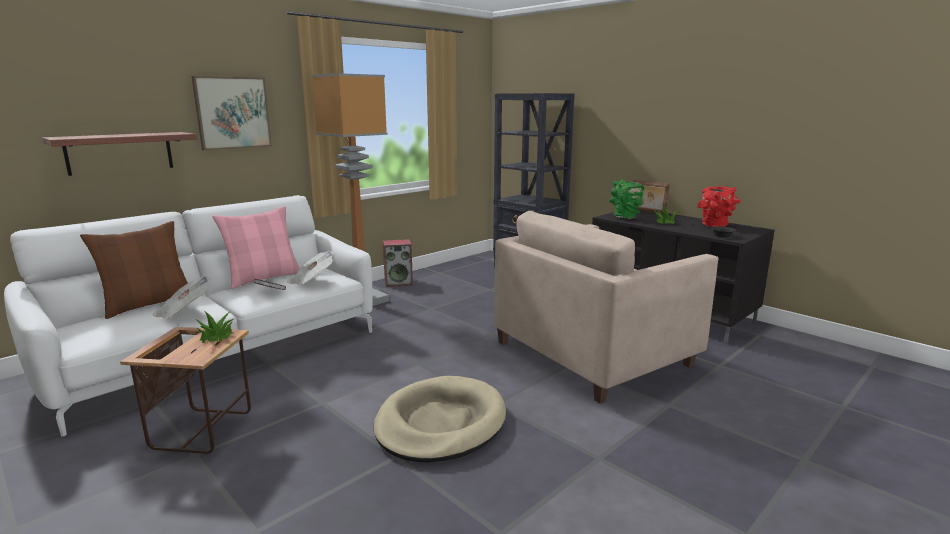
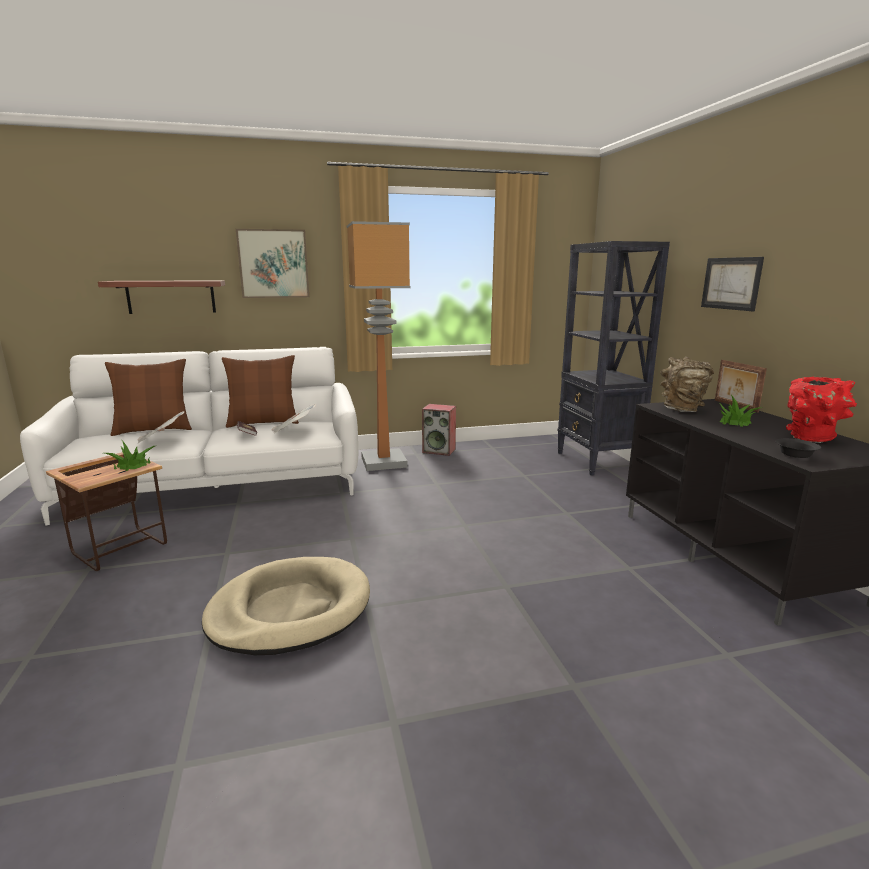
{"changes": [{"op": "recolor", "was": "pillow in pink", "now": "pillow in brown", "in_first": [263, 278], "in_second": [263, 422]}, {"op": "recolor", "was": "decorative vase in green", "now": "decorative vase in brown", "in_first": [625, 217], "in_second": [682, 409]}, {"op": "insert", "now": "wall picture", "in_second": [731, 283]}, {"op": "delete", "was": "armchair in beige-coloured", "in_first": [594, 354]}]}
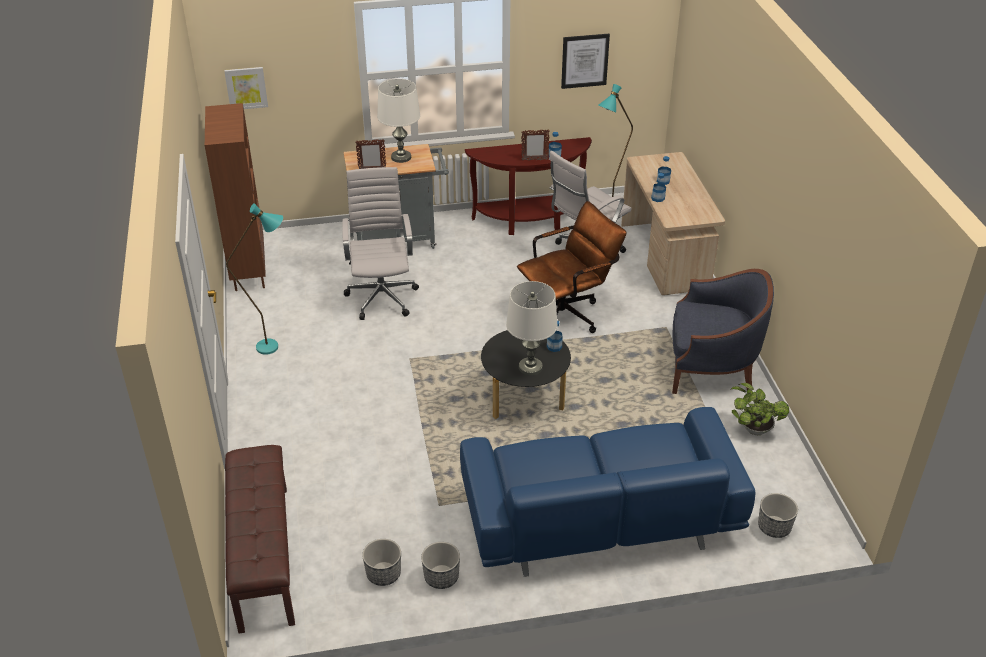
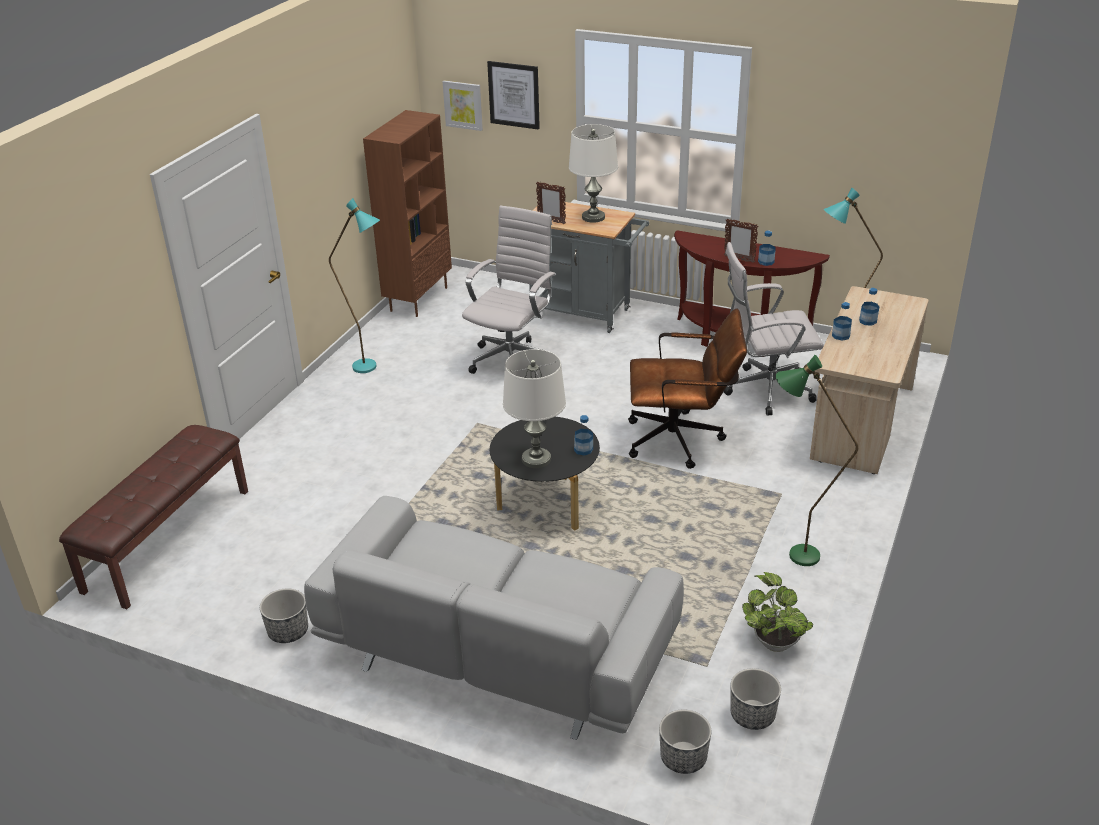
{"changes": [{"op": "recolor", "was": "couch in bluish", "now": "couch in grey", "in_first": [598, 518], "in_second": [496, 651]}, {"op": "move", "was": "wall picture", "in_first": [584, 61], "in_second": [514, 95]}, {"op": "move", "was": "planter", "in_first": [383, 574], "in_second": [752, 715]}, {"op": "replace", "was": "armchair in bluish", "now": "standard lamp in green", "in_first": [711, 366], "in_second": [792, 555]}]}
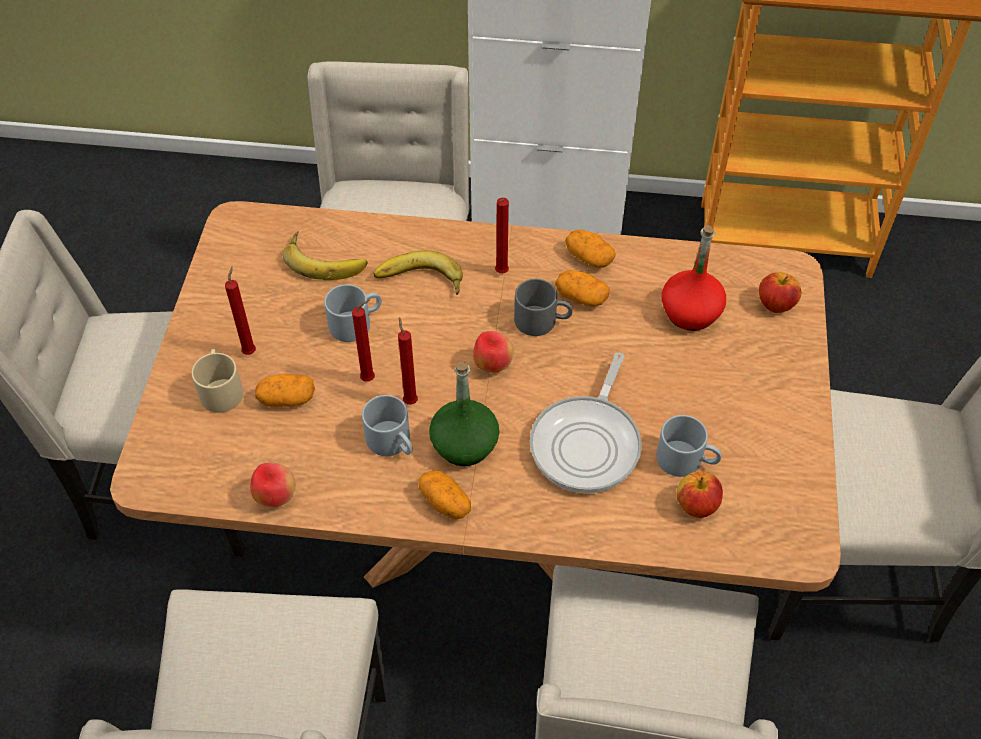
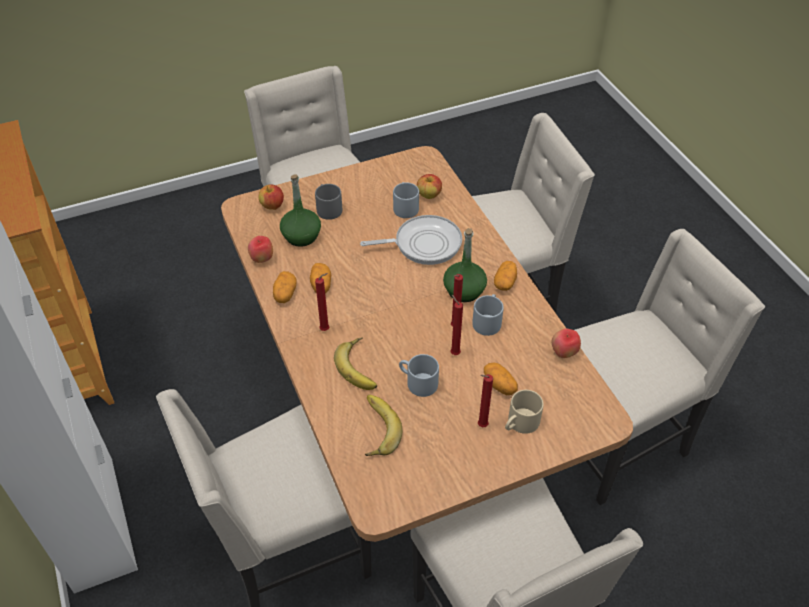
{"changes": [{"op": "move", "was": "apple fruit", "in_first": [492, 365], "in_second": [262, 259]}, {"op": "recolor", "was": "drink bottle in reddish", "now": "drink bottle in green", "in_first": [690, 312], "in_second": [301, 236]}, {"op": "move", "was": "mug in grey", "in_first": [542, 320], "in_second": [327, 208]}]}
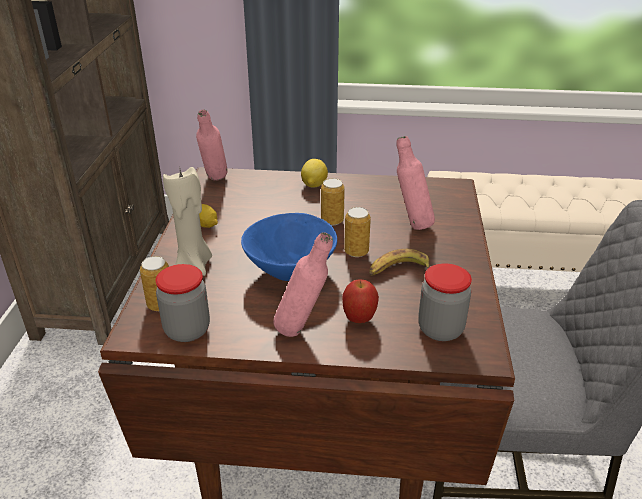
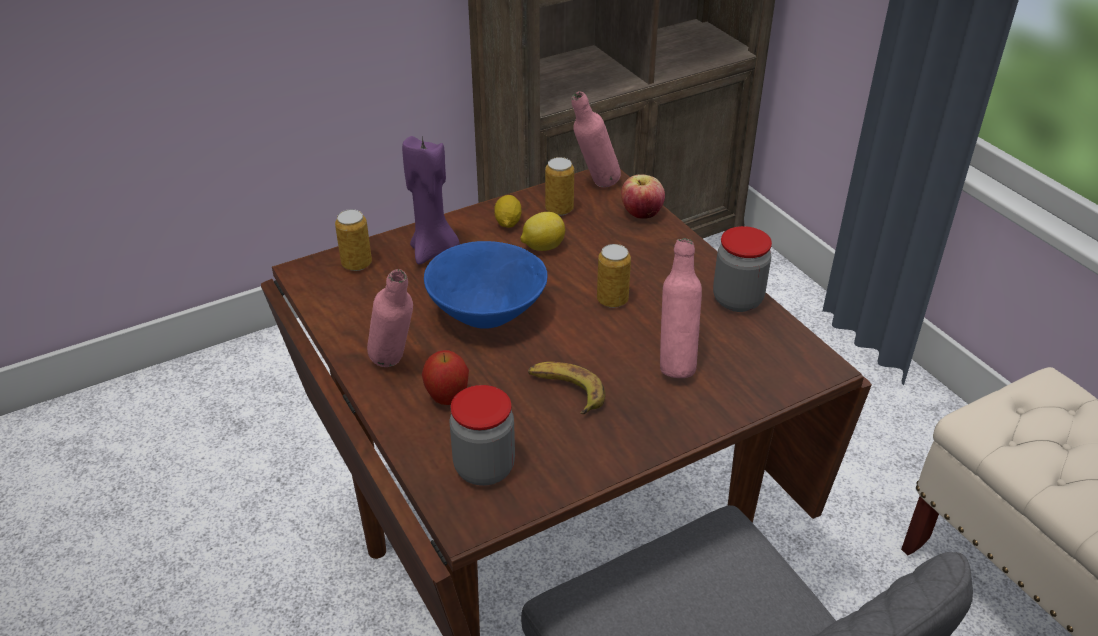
{"changes": [{"op": "recolor", "was": "candle in beige-coloured", "now": "candle in purple", "in_first": [194, 265], "in_second": [434, 251]}, {"op": "move", "was": "citrus fruit", "in_first": [313, 185], "in_second": [542, 247]}, {"op": "move", "was": "can", "in_first": [356, 252], "in_second": [559, 209]}, {"op": "insert", "now": "apple fruit", "in_second": [641, 214]}, {"op": "move", "was": "jar", "in_first": [187, 330], "in_second": [737, 300]}]}
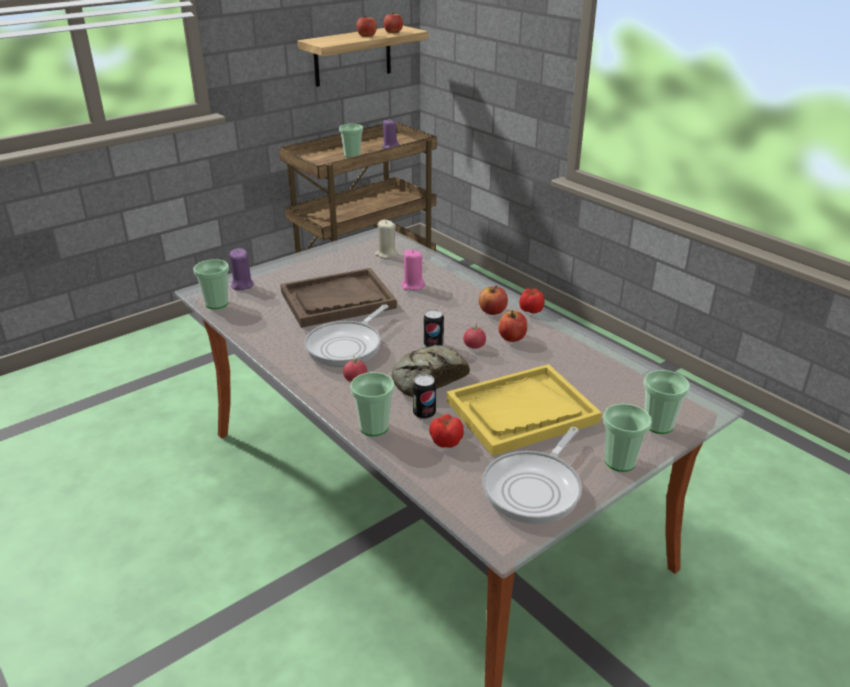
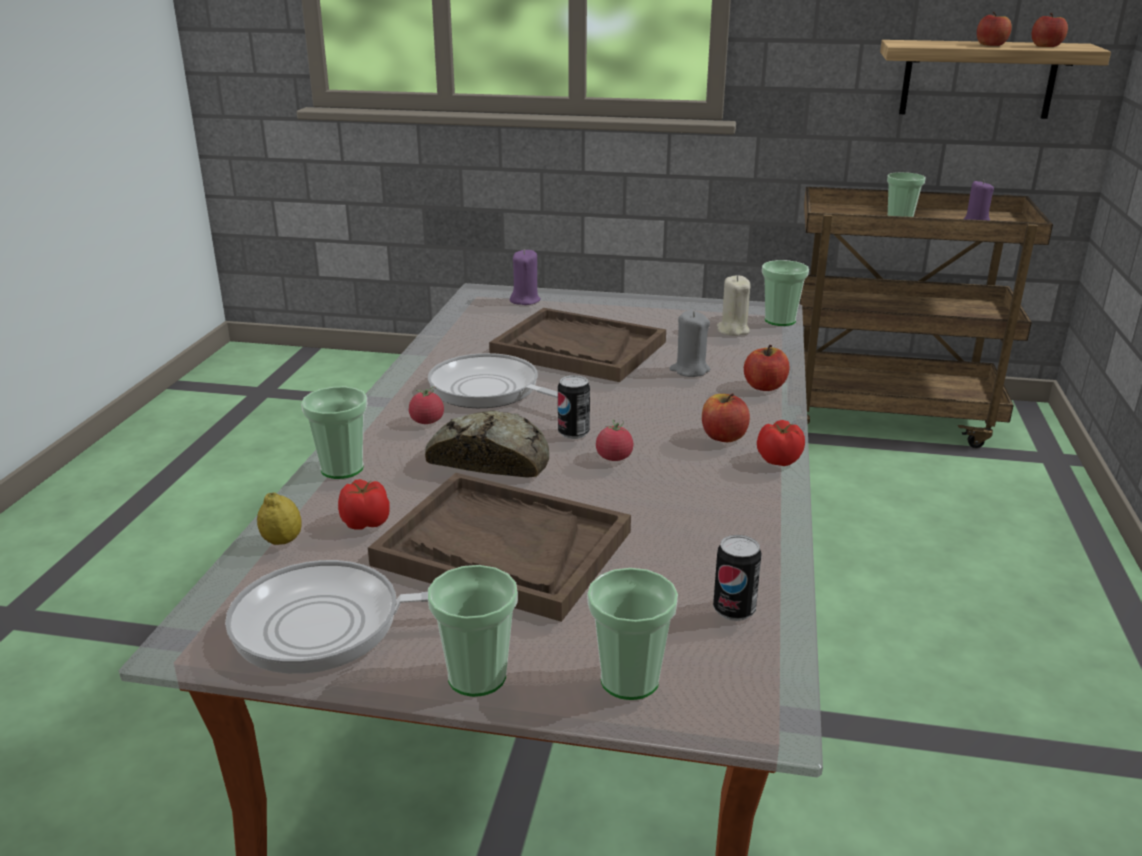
{"changes": [{"op": "insert", "now": "citrus fruit", "in_second": [282, 541]}, {"op": "recolor", "was": "serving tray in yellow", "now": "serving tray in brown", "in_first": [521, 412], "in_second": [502, 548]}, {"op": "rotate", "was": "frying pan", "in_first": [347, 346], "in_second": [489, 390], "clockwise": 45}, {"op": "recolor", "was": "candle in pink", "now": "candle in grey", "in_first": [412, 285], "in_second": [689, 370]}, {"op": "move", "was": "can", "in_first": [424, 413], "in_second": [734, 610]}, {"op": "move", "was": "apple fruit", "in_first": [512, 337], "in_second": [764, 386]}, {"op": "move", "was": "small cup", "in_first": [216, 303], "in_second": [780, 320]}]}
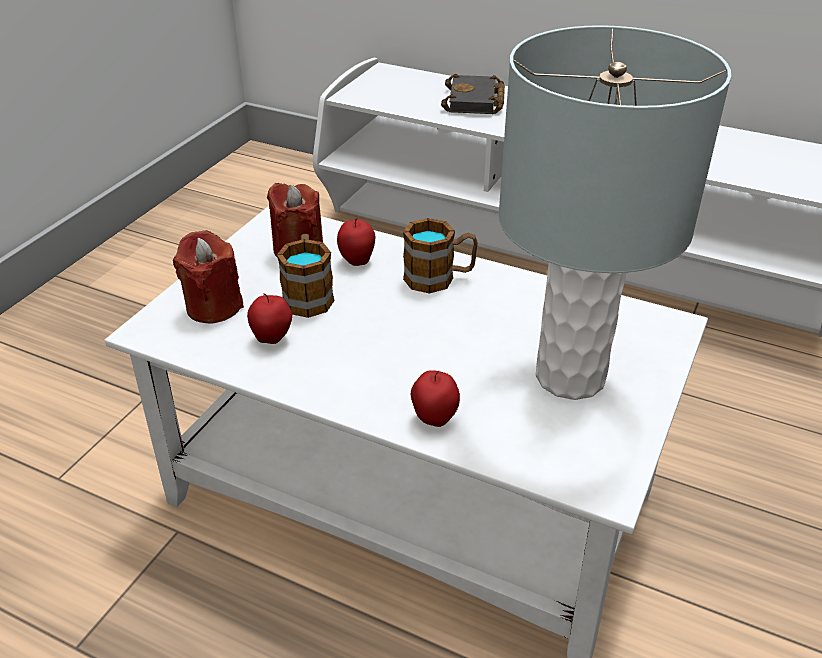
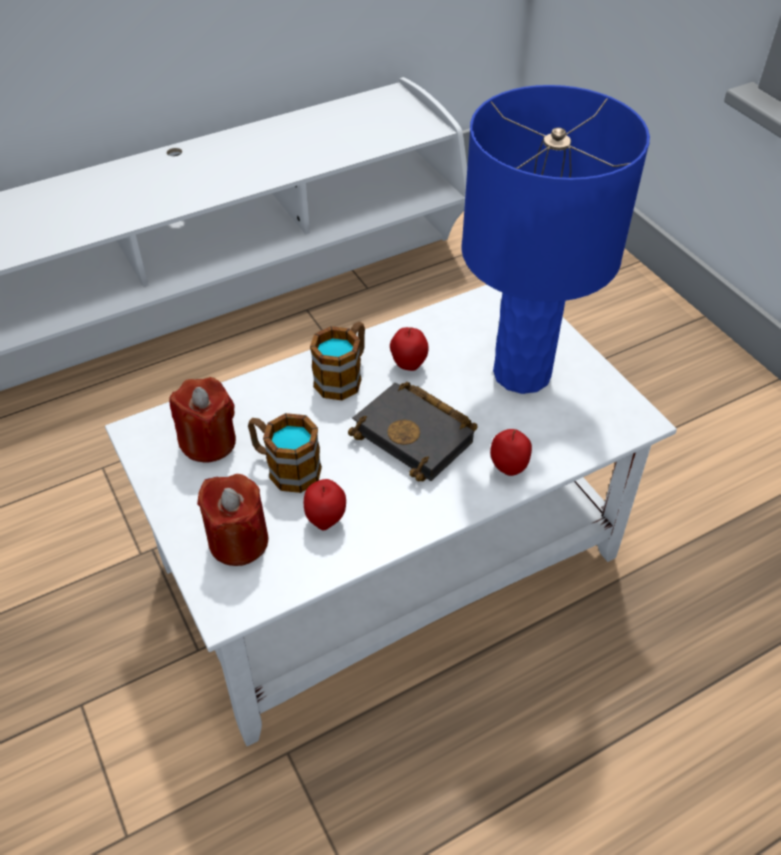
{"changes": [{"op": "move", "was": "bound book in black", "in_first": [475, 102], "in_second": [418, 436]}, {"op": "move", "was": "apple fruit", "in_first": [357, 261], "in_second": [408, 365]}, {"op": "recolor", "was": "lamp for a table in grey", "now": "lamp for a table in bluish", "in_first": [570, 376], "in_second": [521, 373]}]}
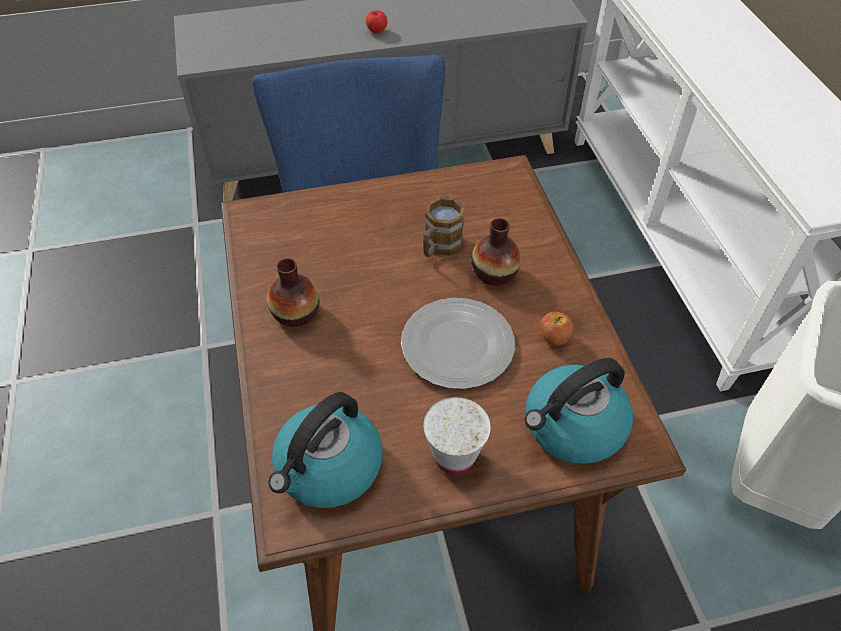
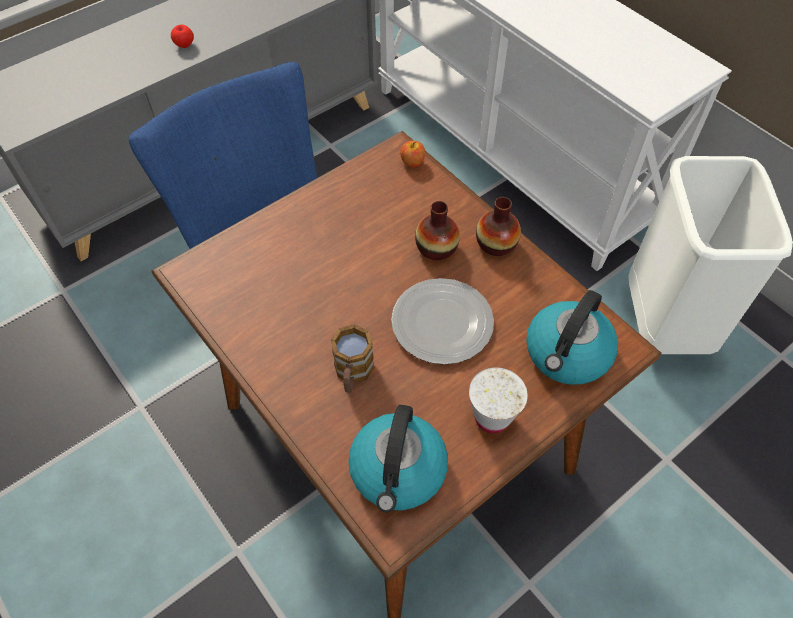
{"changes": [{"op": "move", "was": "mug", "in_first": [439, 247], "in_second": [352, 373]}, {"op": "move", "was": "apple fruit", "in_first": [554, 338], "in_second": [412, 162]}, {"op": "move", "was": "decorative vase", "in_first": [296, 313], "in_second": [496, 244]}]}
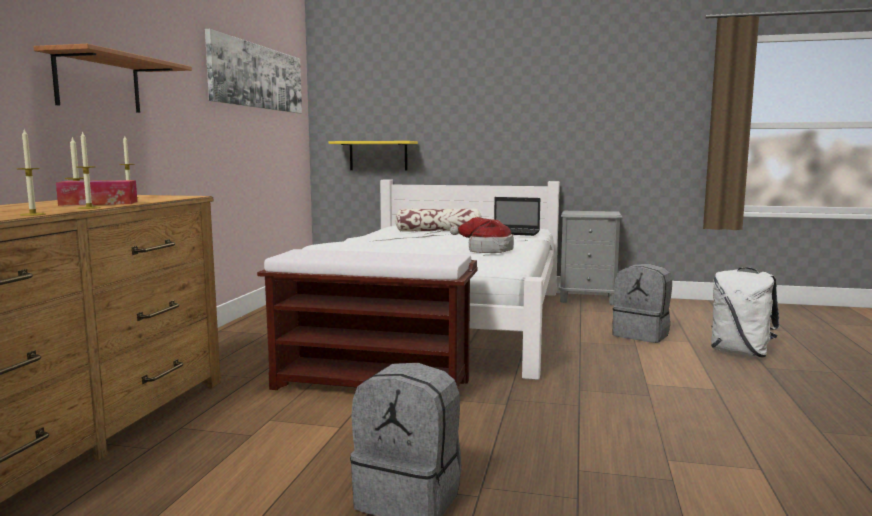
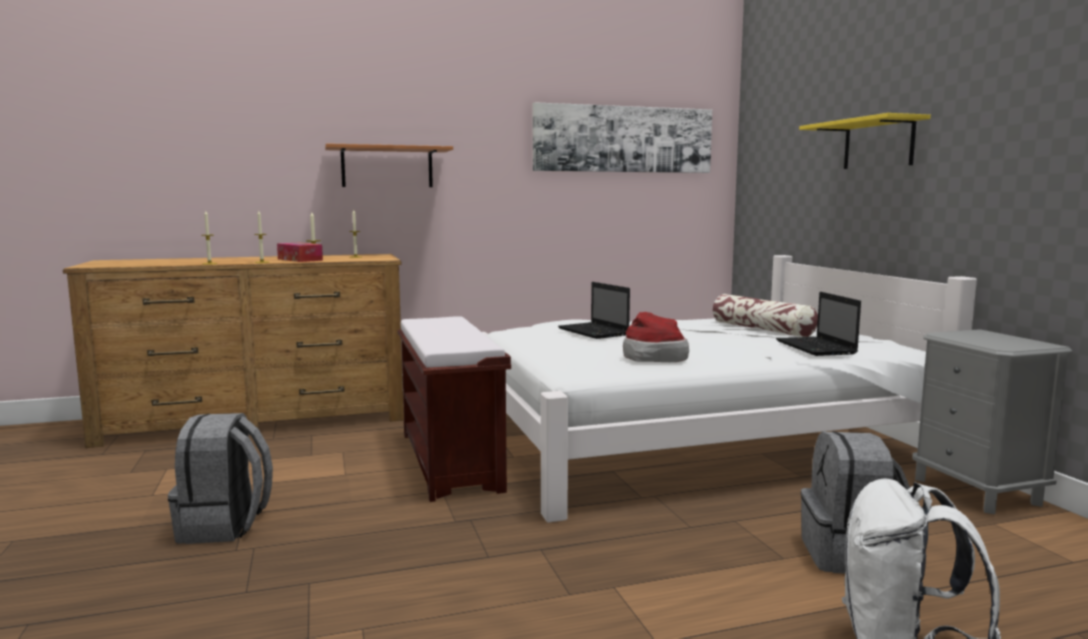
{"changes": [{"op": "insert", "now": "laptop", "in_second": [594, 332]}, {"op": "move", "was": "bracket shelf in yellow", "in_first": [378, 155], "in_second": [878, 144]}]}
